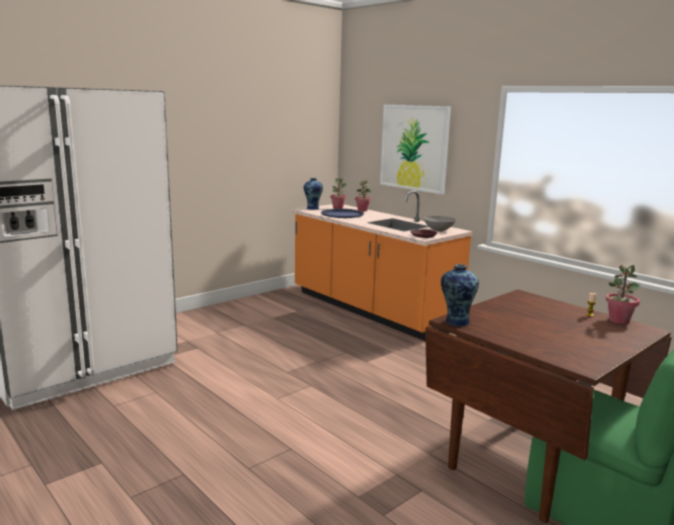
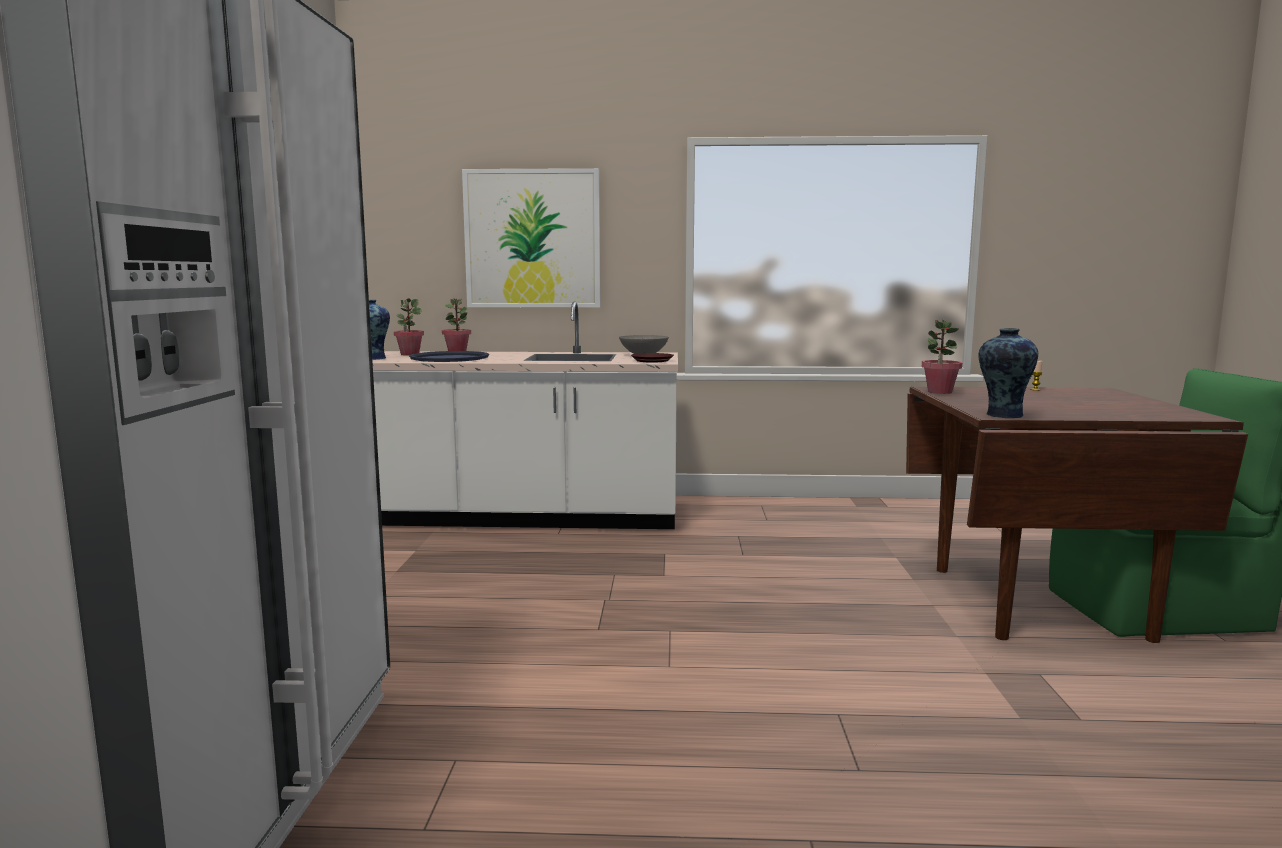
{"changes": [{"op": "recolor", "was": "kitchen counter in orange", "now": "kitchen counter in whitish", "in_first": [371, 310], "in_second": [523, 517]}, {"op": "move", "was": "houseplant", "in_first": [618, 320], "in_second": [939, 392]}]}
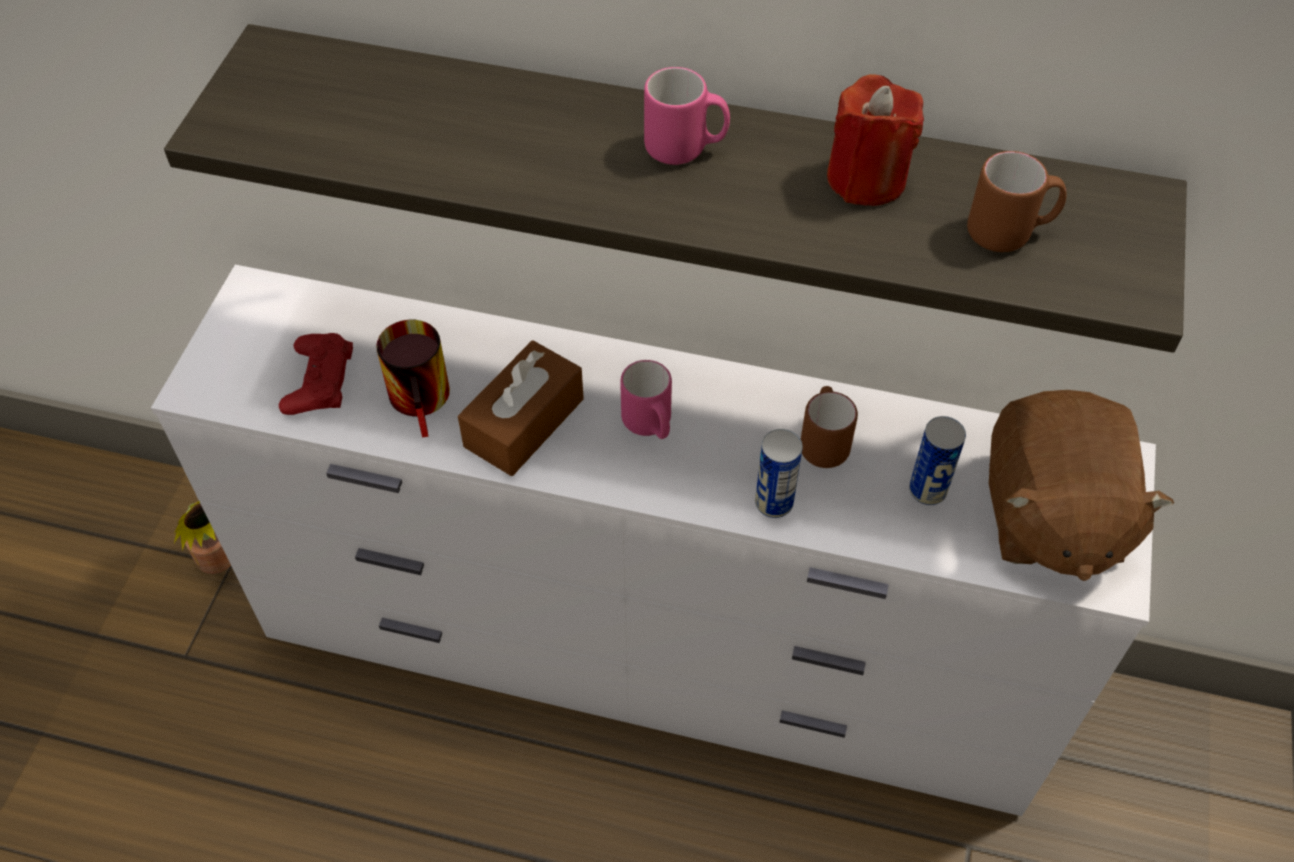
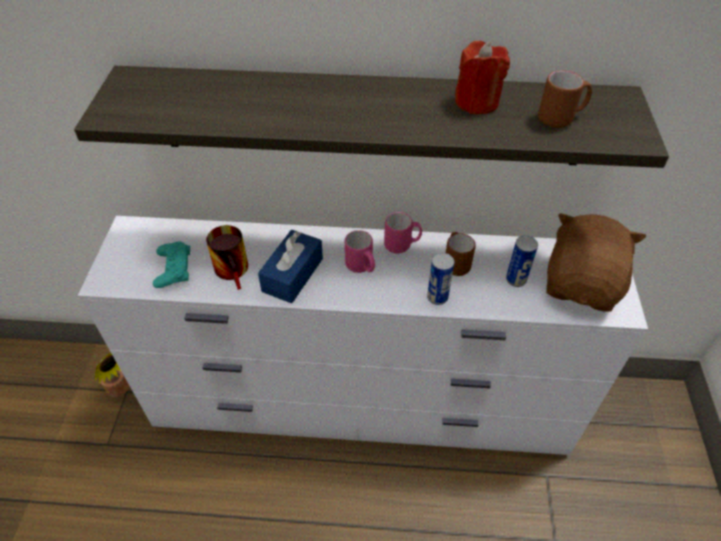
{"changes": [{"op": "recolor", "was": "joypad in reddish", "now": "joypad in turquoise", "in_first": [318, 380], "in_second": [173, 268]}, {"op": "recolor", "was": "tissue box in brown", "now": "tissue box in bluish", "in_first": [524, 422], "in_second": [292, 275]}, {"op": "move", "was": "mug in pink", "in_first": [686, 148], "in_second": [402, 245]}, {"op": "rotate", "was": "plush toy in brown", "in_first": [1050, 517], "in_second": [582, 284], "clockwise": -150}]}
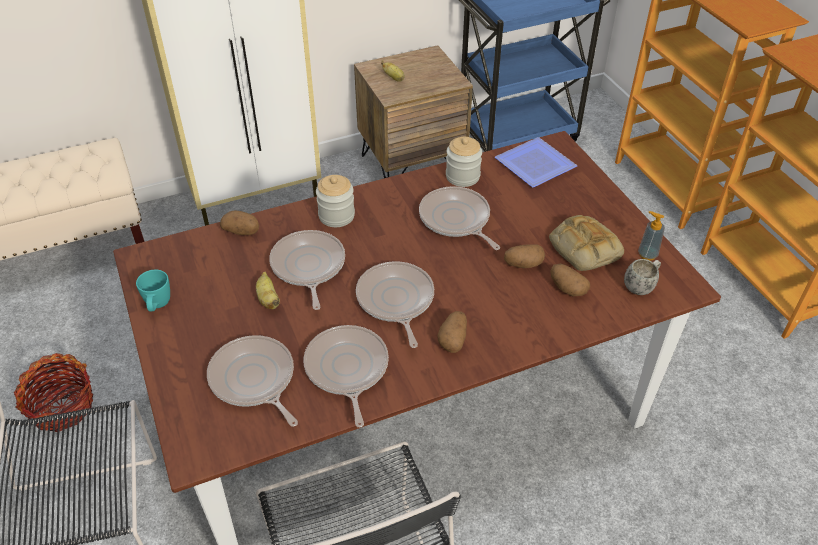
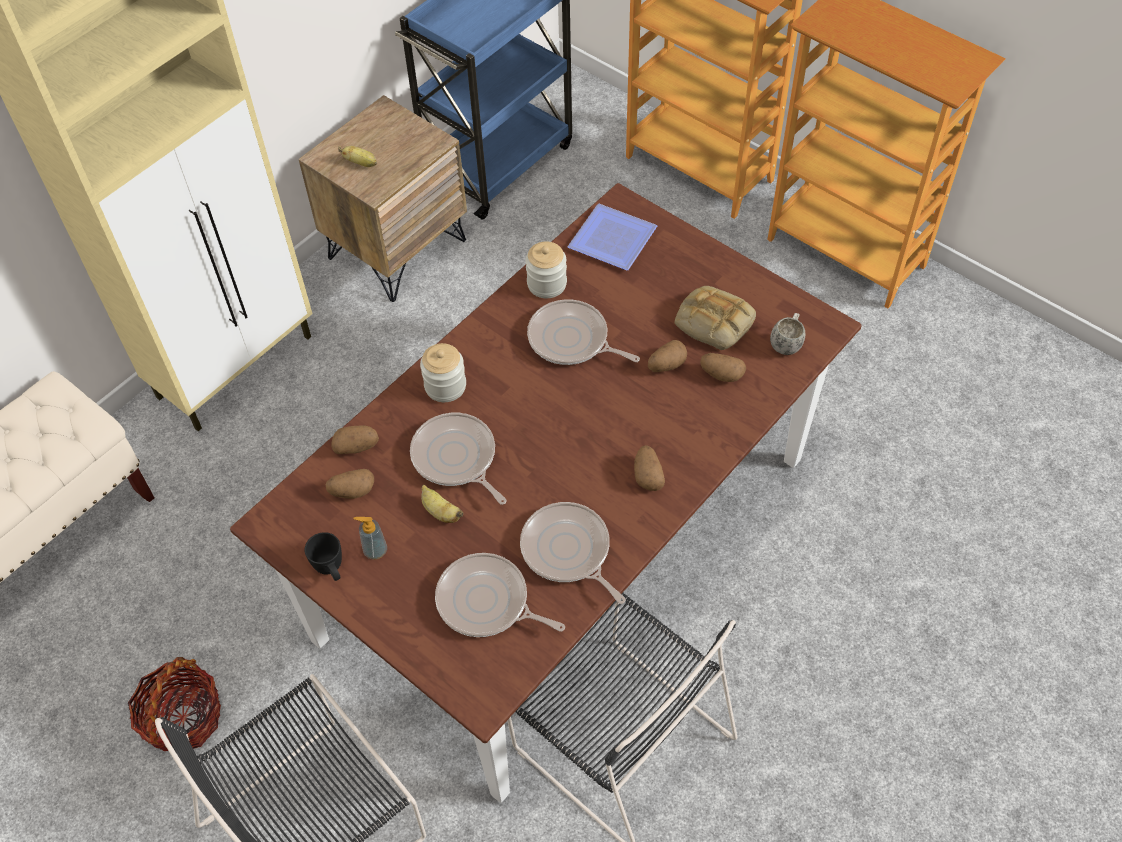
{"changes": [{"op": "recolor", "was": "mug in turquoise", "now": "mug in black", "in_first": [158, 306], "in_second": [331, 570]}, {"op": "insert", "now": "potato", "in_second": [352, 491]}, {"op": "move", "was": "soap bottle", "in_first": [647, 254], "in_second": [375, 550]}, {"op": "delete", "was": "frying pan", "in_first": [395, 301]}]}
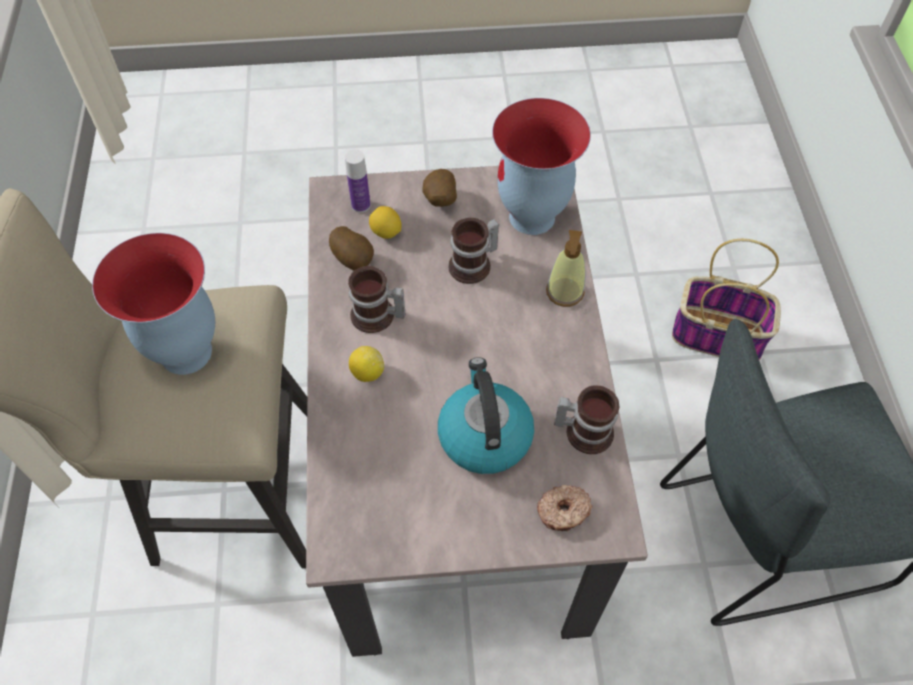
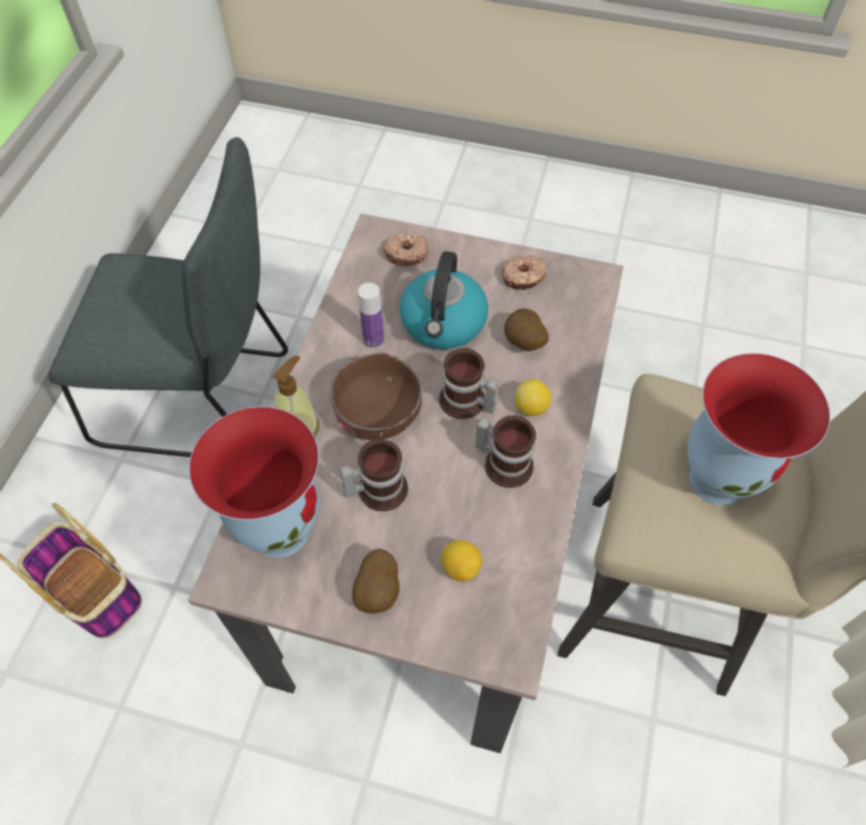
{"changes": [{"op": "insert", "now": "serving bowl in brown", "in_second": [377, 413]}, {"op": "move", "was": "drink bottle", "in_first": [361, 205], "in_second": [373, 340]}, {"op": "move", "was": "mug", "in_first": [585, 430], "in_second": [465, 403]}, {"op": "insert", "now": "donut", "in_second": [523, 277]}, {"op": "move", "was": "potato", "in_first": [354, 260], "in_second": [523, 343]}]}
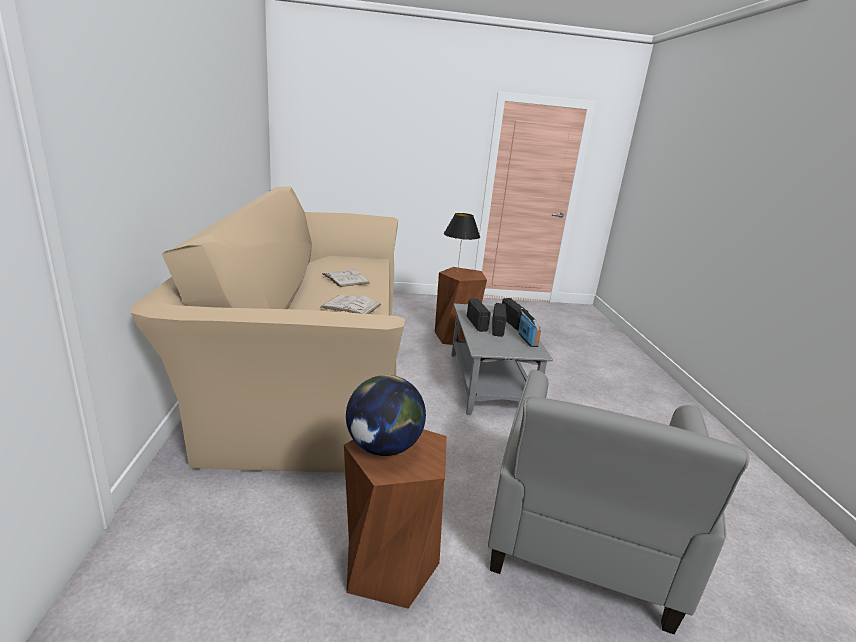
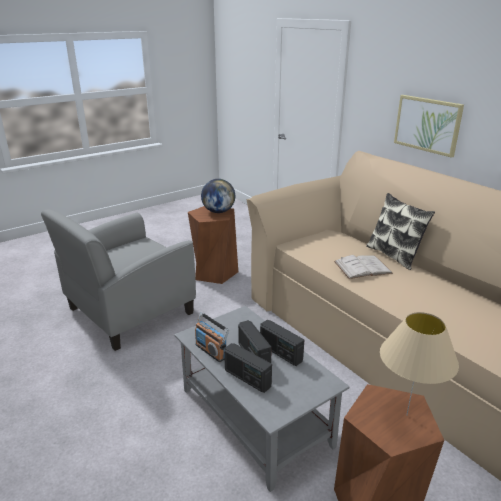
{"changes": [{"op": "rotate", "was": "armchair in grey", "in_first": [581, 542], "in_second": [129, 311], "clockwise": -120}, {"op": "insert", "now": "pillow", "in_second": [394, 255]}, {"op": "recolor", "was": "lamp for a table in black", "now": "lamp for a table in beige-coloured", "in_first": [457, 272], "in_second": [406, 415]}, {"op": "insert", "now": "wall picture", "in_second": [427, 124]}, {"op": "delete", "was": "bound book in whitish", "in_first": [345, 278]}]}
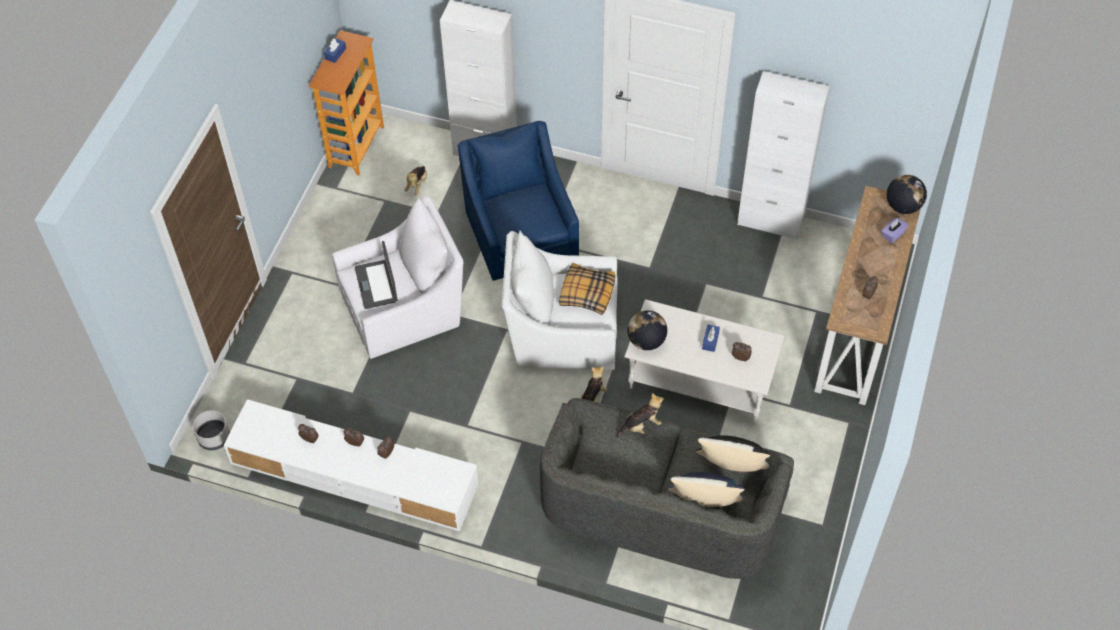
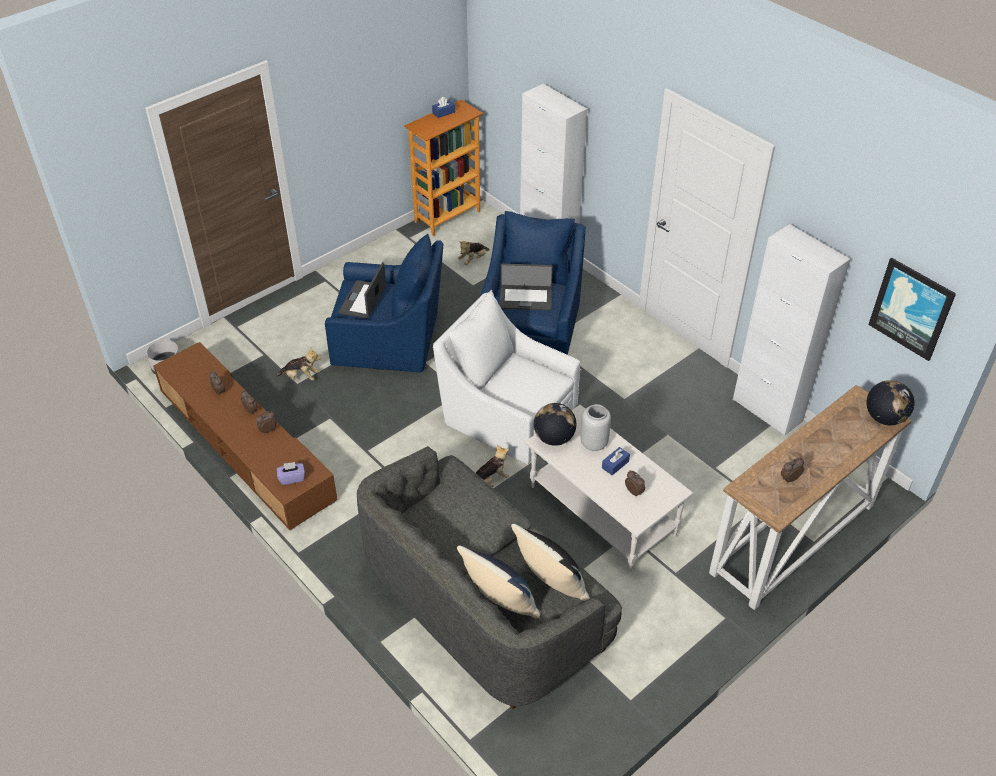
{"changes": [{"op": "recolor", "was": "media console in whitish", "now": "media console in brown", "in_first": [353, 474], "in_second": [245, 444]}, {"op": "move", "was": "plush toy", "in_first": [641, 425], "in_second": [301, 377]}, {"op": "move", "was": "tissue box in purple", "in_first": [892, 234], "in_second": [292, 478]}, {"op": "recolor", "was": "armchair in whitish", "now": "armchair in bluish", "in_first": [405, 308], "in_second": [390, 341]}, {"op": "insert", "now": "laptop", "in_second": [525, 298]}, {"op": "insert", "now": "decorative vase in grey", "in_second": [593, 444]}, {"op": "insert", "now": "wall picture", "in_second": [911, 308]}, {"op": "delete", "was": "pillow", "in_first": [586, 293]}]}
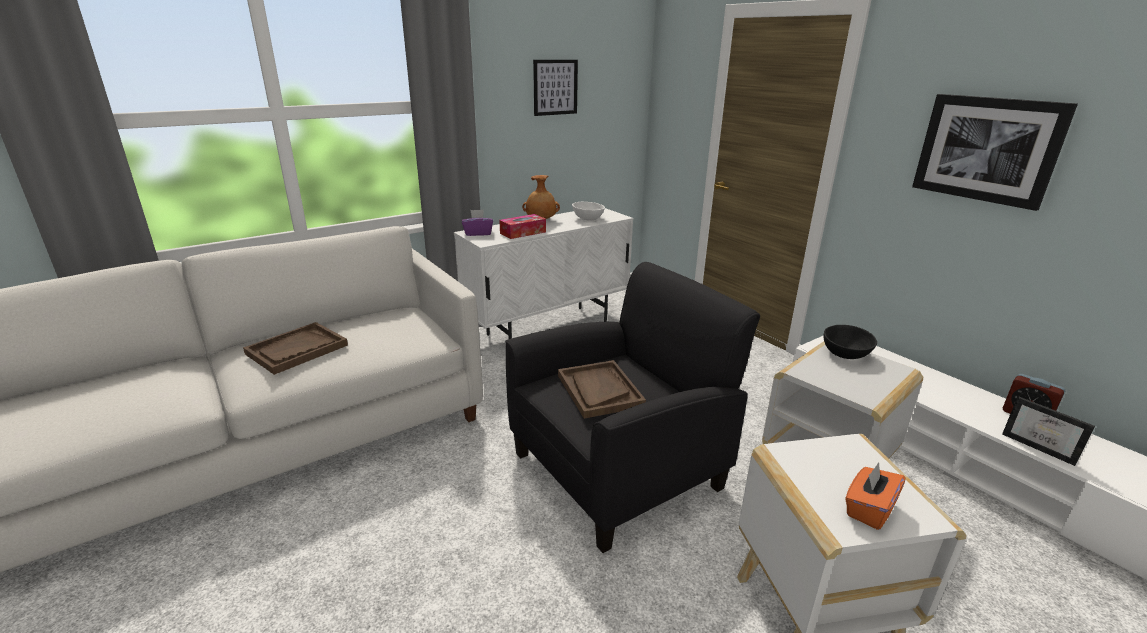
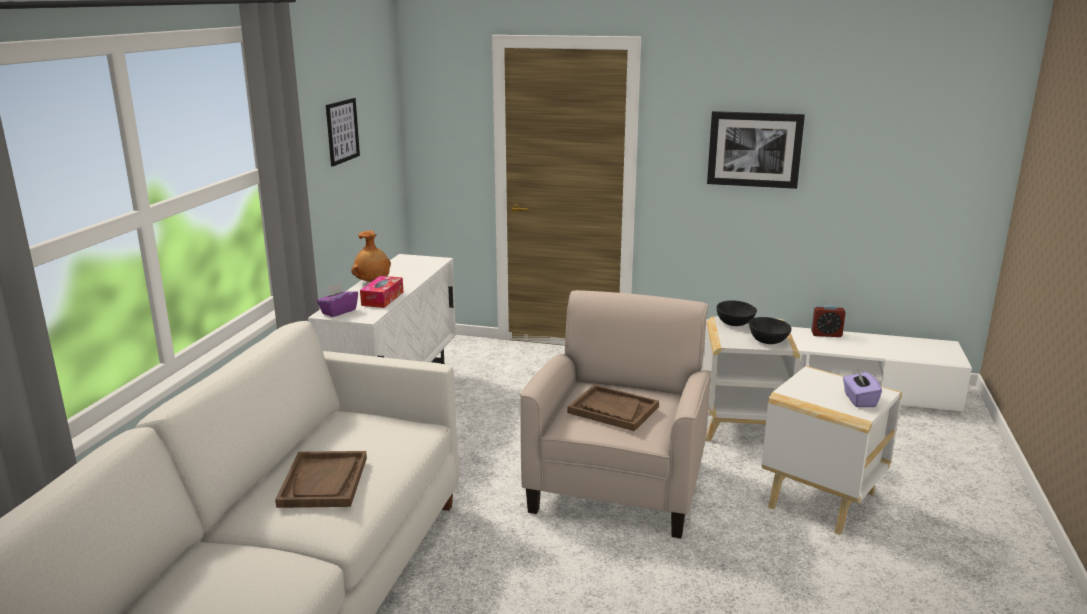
{"changes": [{"op": "recolor", "was": "armchair in black", "now": "armchair in beige-coloured", "in_first": [619, 469], "in_second": [618, 484]}, {"op": "insert", "now": "serving bowl in black", "in_second": [767, 340]}, {"op": "recolor", "was": "tissue box in orange", "now": "tissue box in purple", "in_first": [868, 509], "in_second": [859, 400]}, {"op": "delete", "was": "serving bowl in whitish", "in_first": [587, 218]}, {"op": "delete", "was": "picture frame", "in_first": [1041, 447]}]}
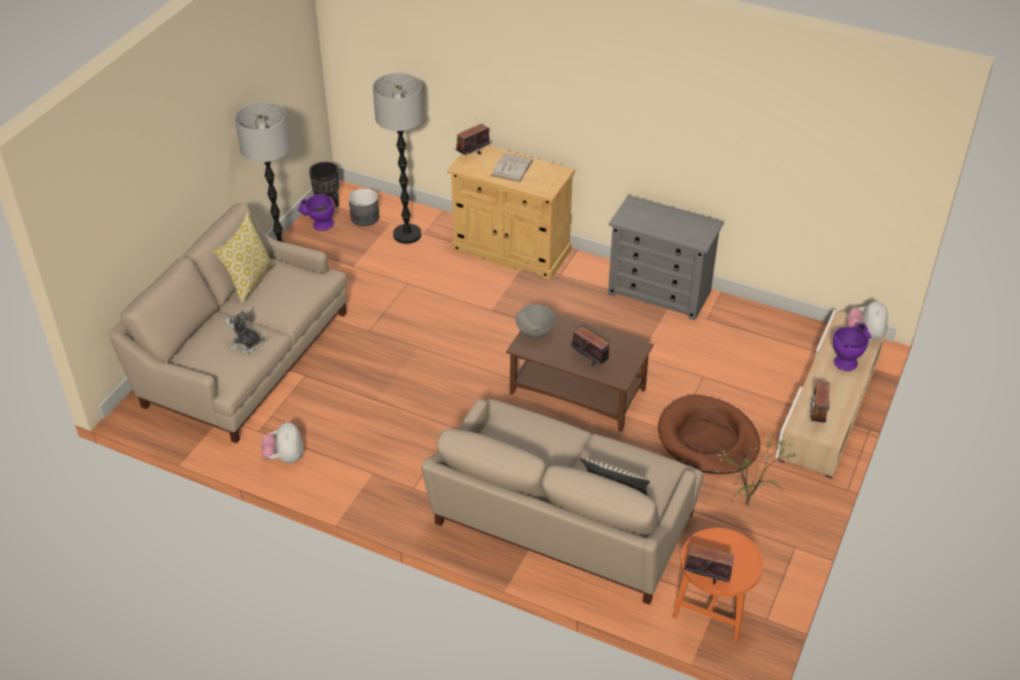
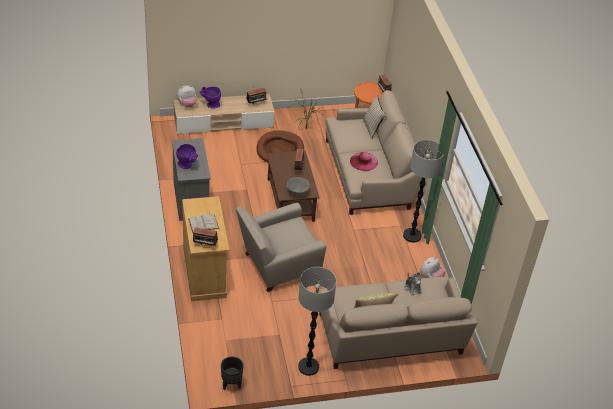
{"changes": [{"op": "move", "was": "decorative vase in purple", "in_first": [319, 226], "in_second": [187, 165]}, {"op": "insert", "now": "armchair in beige-coloured", "in_second": [277, 266]}, {"op": "insert", "now": "wearable hat in pink", "in_second": [364, 161]}, {"op": "move", "was": "standard lamp", "in_first": [407, 235], "in_second": [412, 236]}, {"op": "delete", "was": "planter in grey", "in_first": [365, 217]}]}
